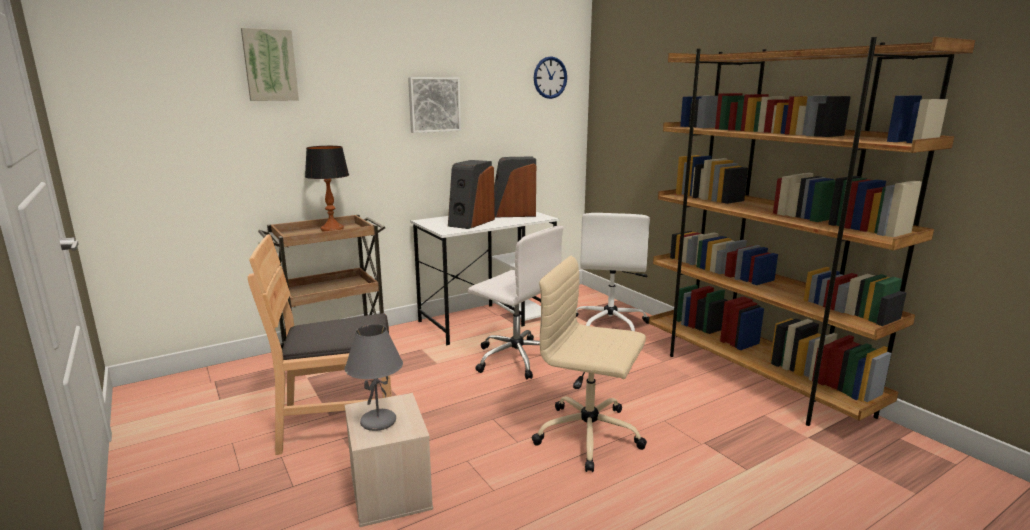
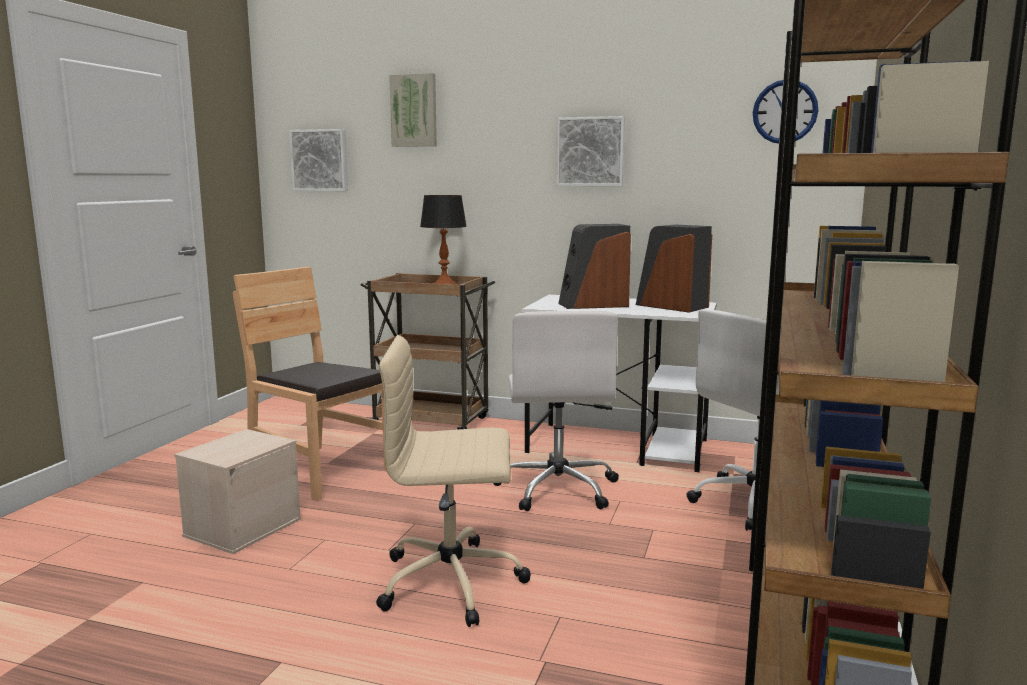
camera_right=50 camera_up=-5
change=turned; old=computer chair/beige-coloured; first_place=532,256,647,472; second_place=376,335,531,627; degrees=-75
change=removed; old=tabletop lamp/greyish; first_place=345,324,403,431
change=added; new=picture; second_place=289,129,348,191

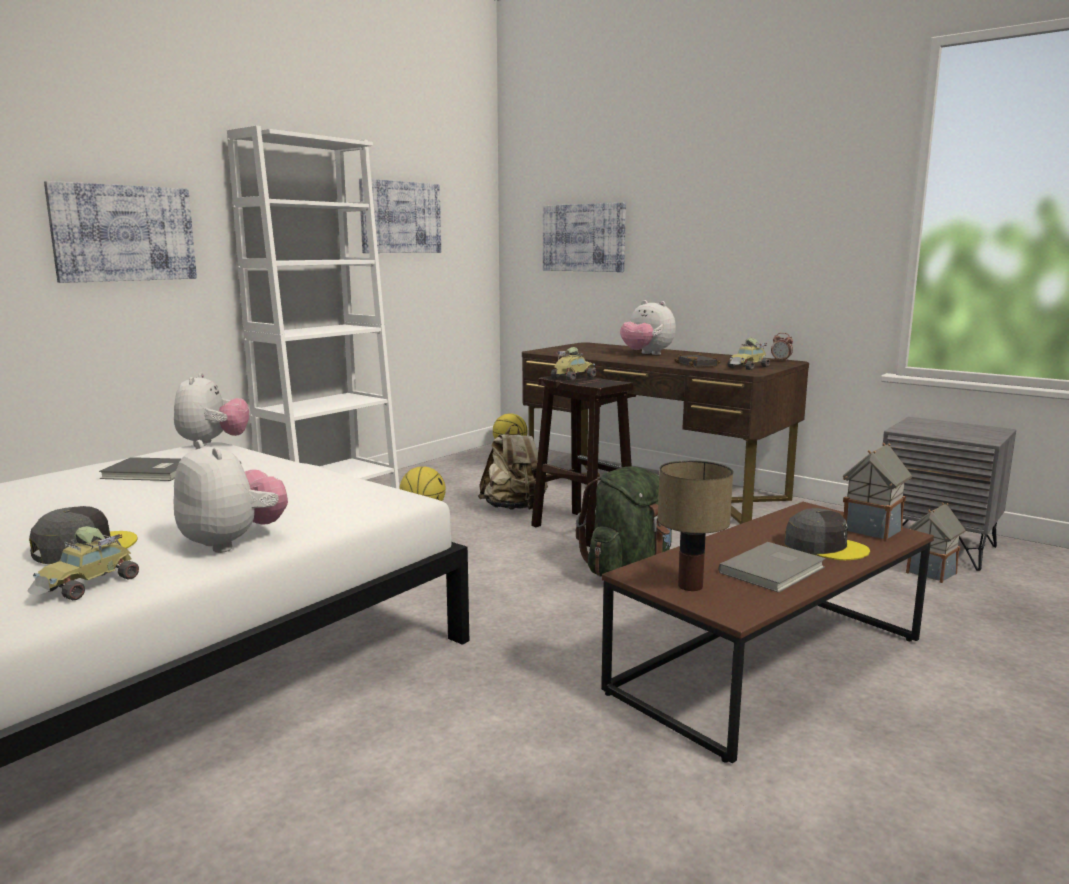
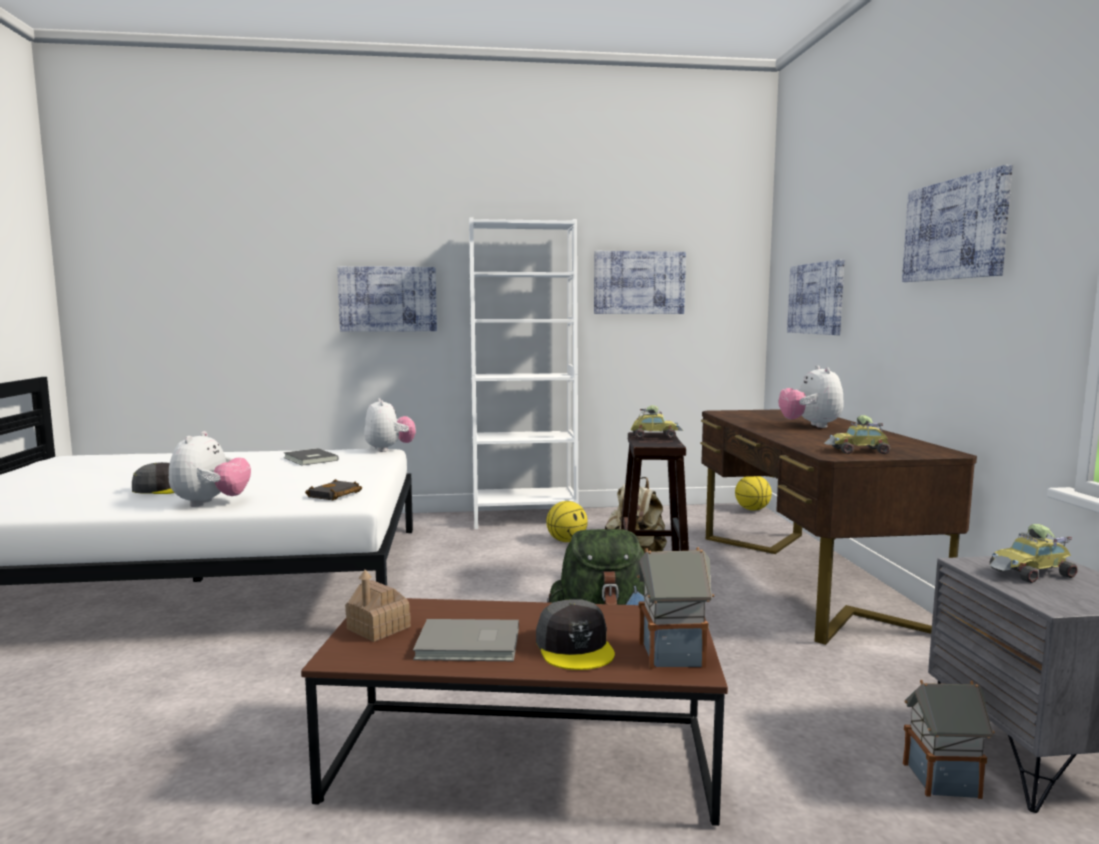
camera_right=45 camera_up=-5
change=removed; old=alarm clock; first_place=771,333,793,362
change=moved; old=bound book/blackish; first_place=674,353,720,368; second_place=305,479,362,501
change=turned; old=soft toy; first_place=174,373,250,446; second_place=364,398,416,452; degrees=-60
change=replaced; old=tabletop lamp; new=miniature house; first_place=658,460,733,591; second_place=345,570,411,642
change=moved; old=model car; first_place=27,526,139,600; second_place=990,524,1078,583
change=added; new=picture; second_place=902,165,1013,282

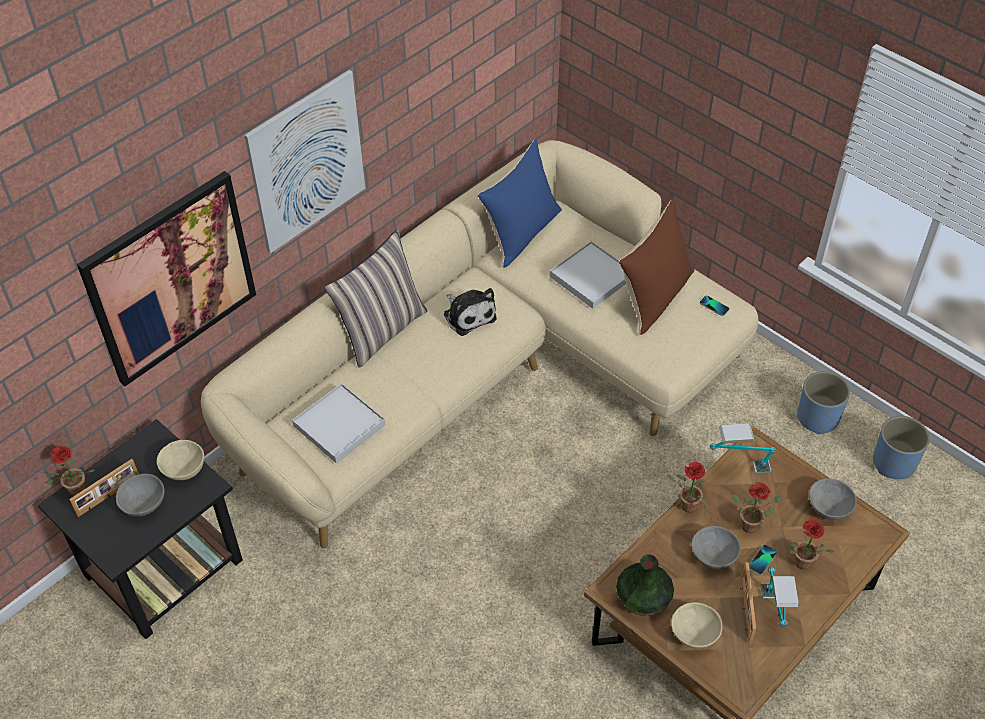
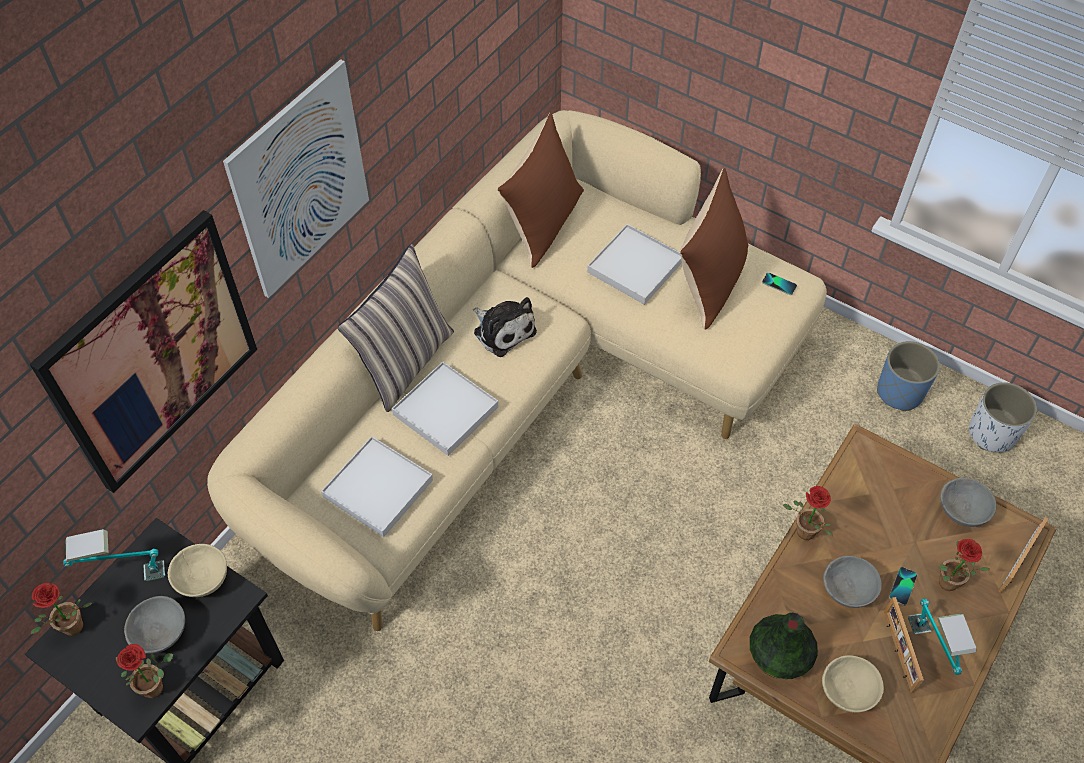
camera_right=-10 camera_up=5
change=recoloured; old=pillow/blue-coloured; new=pillow/brown-coloured; first_place=477,139,562,268; second_place=497,112,584,268
change=recoloured; old=flower pot/blue-coloured; new=flower pot/white; first_place=873,416,930,479; second_place=969,382,1037,452
change=moved; old=tabletop lamp; first_place=710,423,776,474; second_place=63,529,165,581
change=moved; old=picture frame; first_place=69,459,139,517; second_place=998,517,1048,593
change=moved; old=potted plant; first_place=733,482,783,533; second_place=116,644,173,698
change=added; new=carrying tray/white; second_place=392,362,498,456

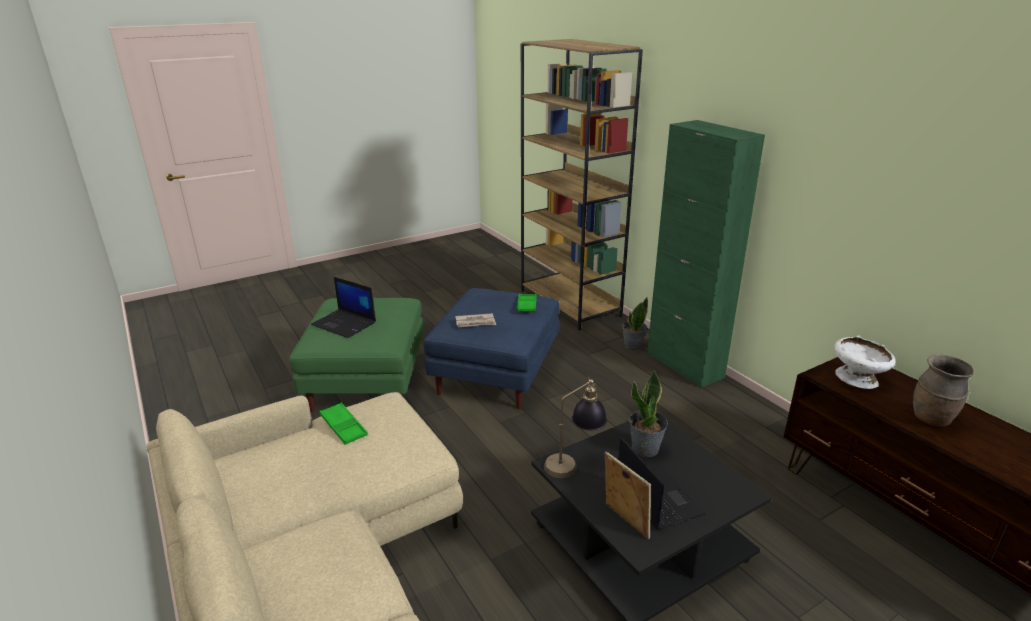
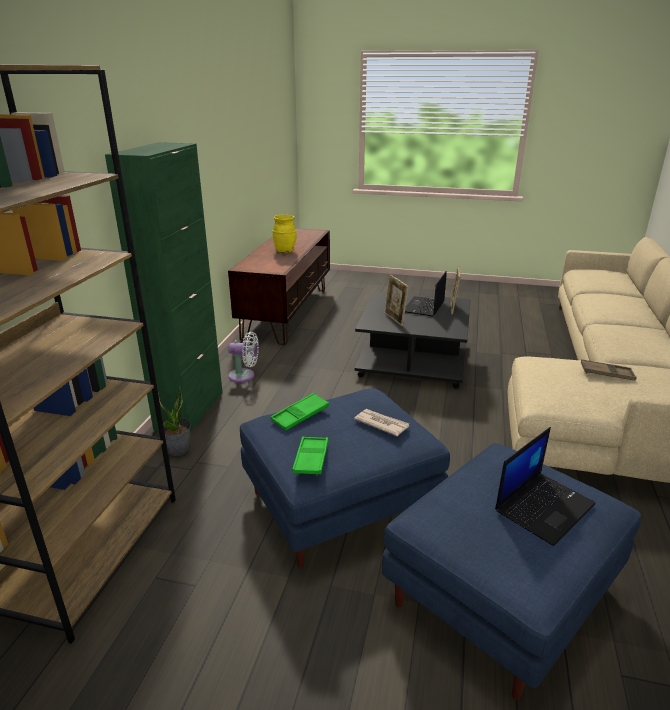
camera_right=-135 camera_up=0
change=turned; old=laptop; first_place=311,277,376,338; second_place=495,427,596,546; degrees=60
change=recoloured; old=footrest/green; new=footrest/blue-coloured; first_place=289,298,423,412; second_place=382,443,641,700
change=removed; old=deep dish/white; first_place=834,336,896,389
change=recoloured; old=decorative vase/brown-coloured; new=decorative vase/yellow; first_place=913,354,974,427; second_place=272,215,297,253
change=replaced; old=potted plant; new=picture frame; first_place=629,371,668,457; second_place=384,274,409,326
change=removed; old=tabletop lamp; first_place=544,377,607,478
change=moved; old=carrying tray/green; first_place=319,403,368,445; second_place=292,436,329,475
change=added; new=cooling fan/white; second_place=228,332,259,383
change=added; new=carrying tray/brown-coloured; second_place=581,359,637,381

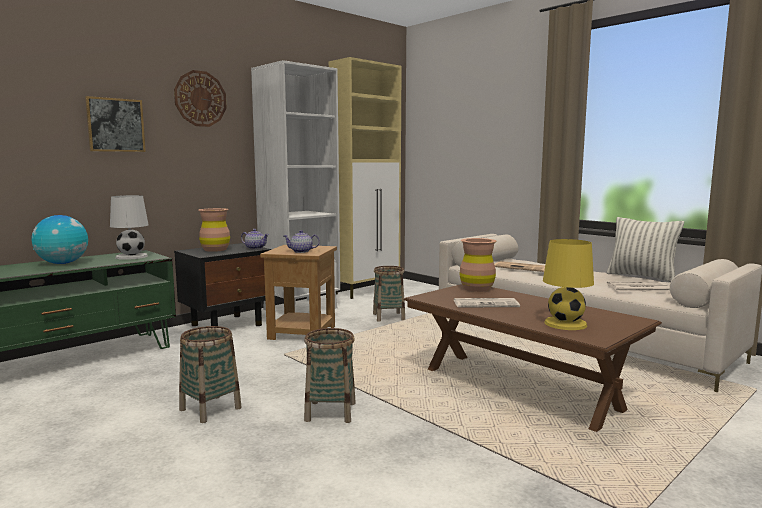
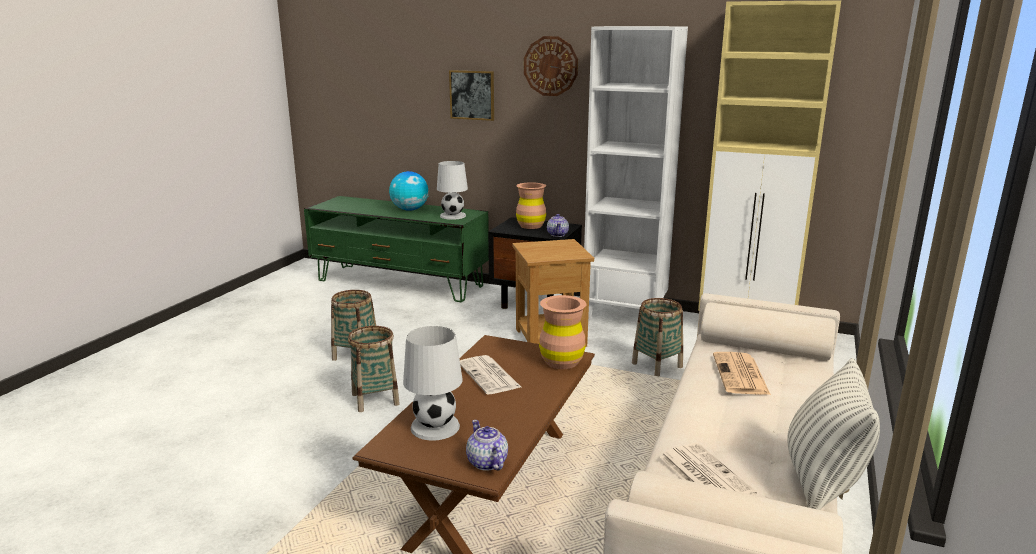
camera_right=65 camera_up=10
change=moved; old=teapot; first_place=283,230,320,253; second_place=466,420,508,471
change=recoloured; old=tabletop lamp/yellow; new=tabletop lamp/white; first_place=543,239,594,330; second_place=403,326,463,441

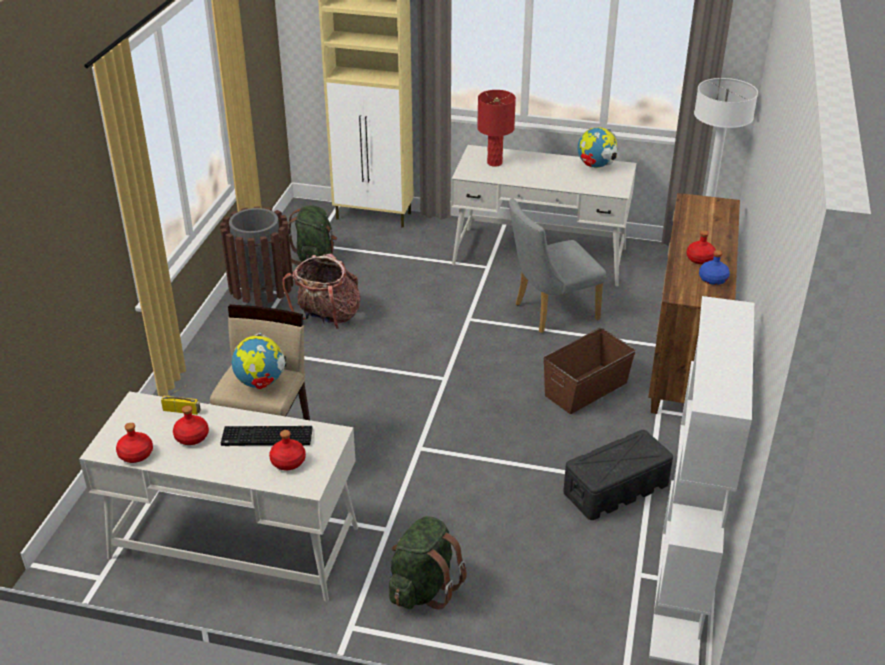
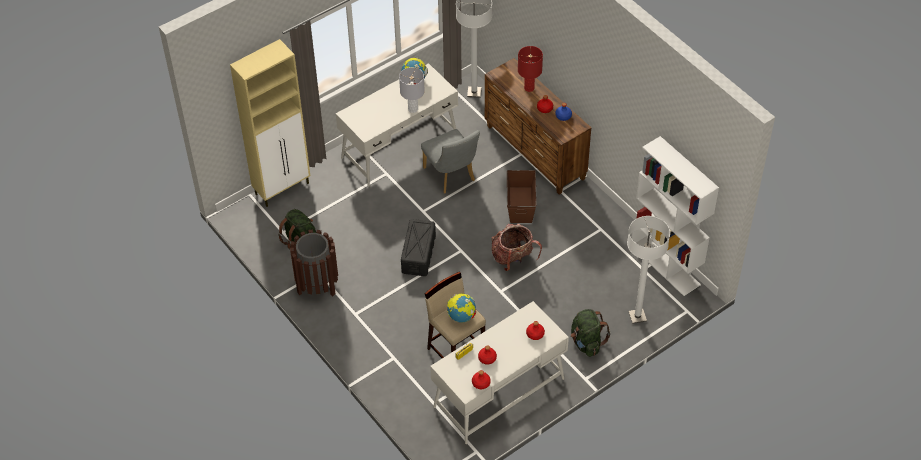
camera_right=-50 camera_up=15
change=moved; old=tabletop lamp/red-coloured; first_place=477,90,516,167; second_place=518,46,543,92
change=turned; old=upright chair/greyish; first_place=509,198,606,333; second_place=421,129,480,193; degrees=-45
change=moved; old=knapsack; first_place=282,254,361,329; second_place=491,224,542,271
change=removed; old=PC keyboard; first_place=221,426,313,446
change=moved; old=storage container/blackish; first_place=563,430,673,520; second_place=401,219,436,276
change=added; new=tabletop lamp/greyish; second_place=399,67,425,113
change=added; new=standing lamp/white; second_place=627,216,670,324

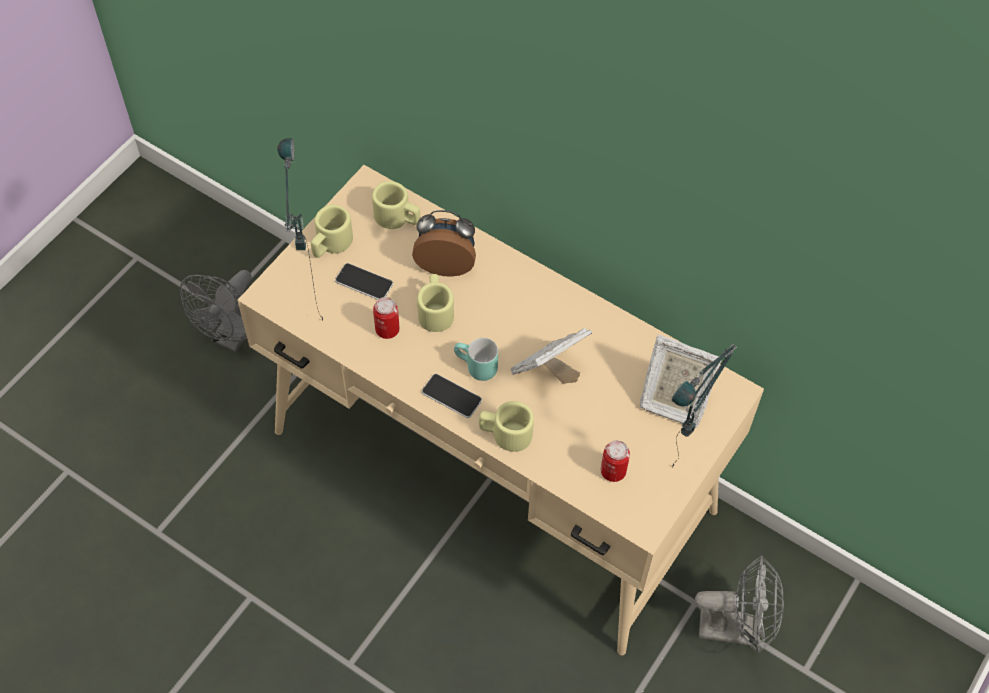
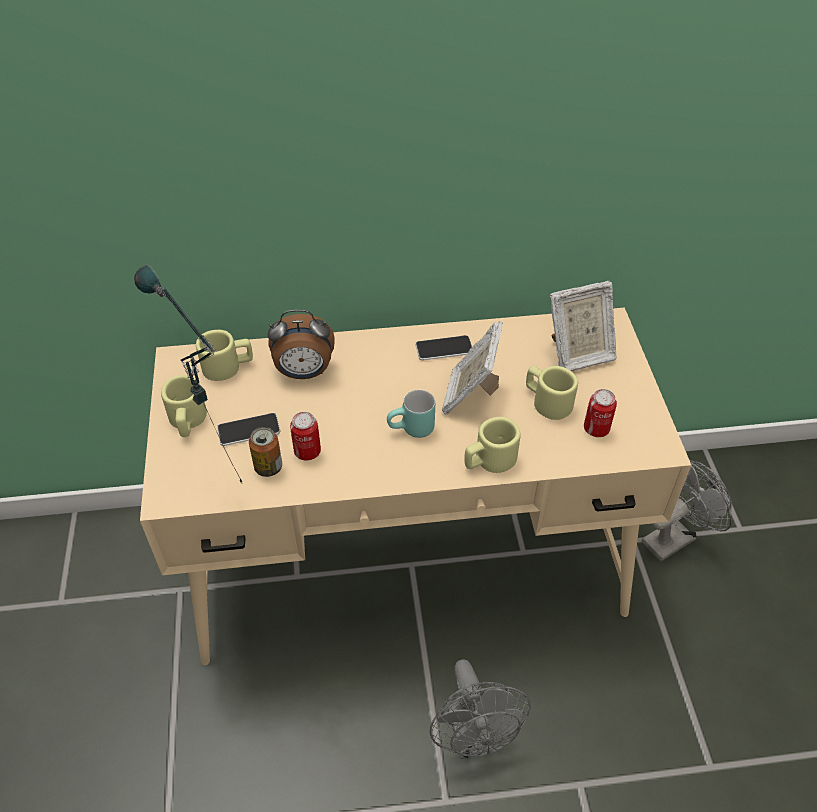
camera_right=-40 camera_up=-10
change=turned; old=alarm clock; first_place=412,210,476,277; second_place=267,310,334,379; degrees=-150
change=moved; old=cooling fan/greyish; first_place=180,270,252,352; second_place=430,659,531,759
change=moved; old=coffee mug/beige-coloured; first_place=417,274,454,332; second_place=526,366,578,420
change=removed; old=tabletop lamp; first_place=672,344,737,467
change=moved; old=phone; first_place=422,374,482,418; second_place=415,335,472,361
change=added; new=can; second_place=249,427,282,477

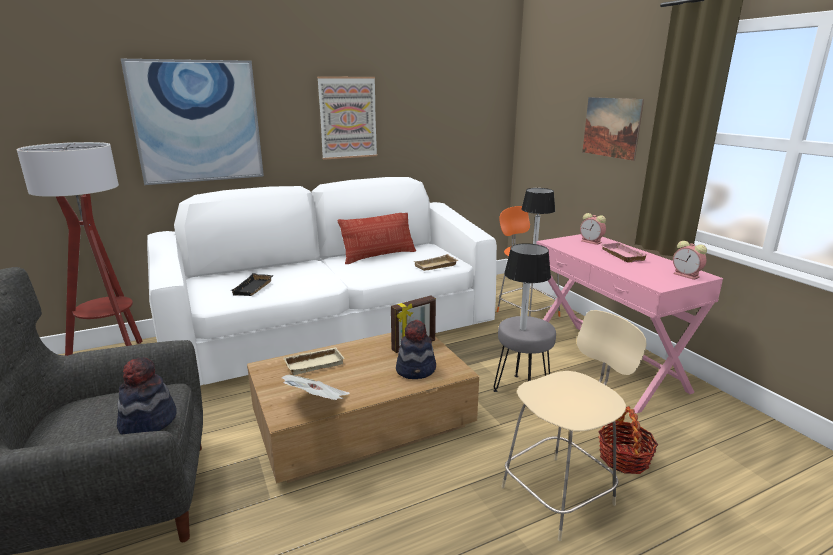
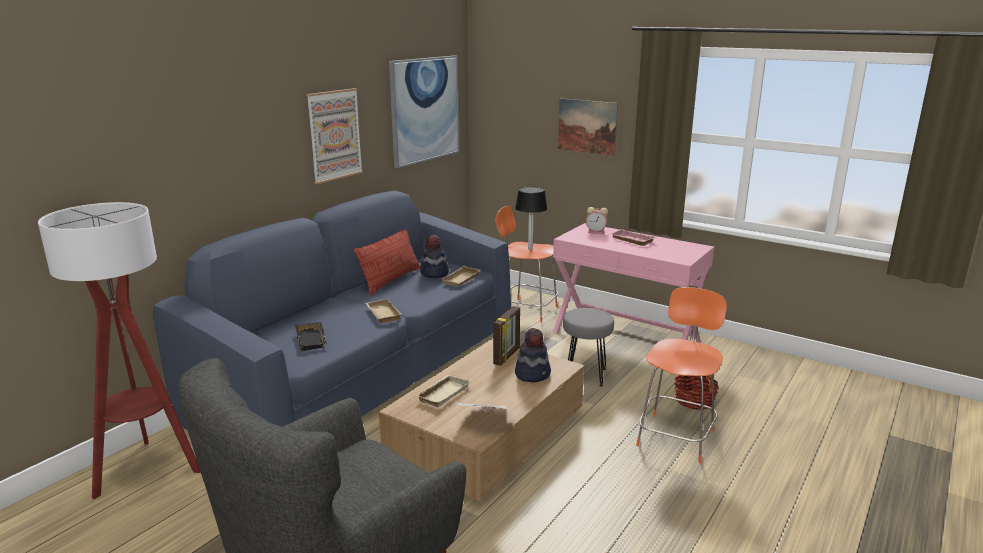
camera_right=-30 camera_up=0
change=moved; old=picture; first_place=121,59,264,185; second_place=389,56,459,168
change=recoloured; old=settee/white; new=settee/blue-coloured; first_place=147,177,497,386; second_place=153,191,511,430
change=removed; old=alarm clock; first_place=673,241,707,280
change=removed; old=tabletop lamp; first_place=504,243,551,331
change=recoloured; old=sitting stool/beige-coloured; new=sitting stool/orange-coloured; first_place=501,310,647,541; second_place=636,287,727,463
change=moved; old=wearable hat; first_place=117,357,177,435; second_place=420,235,449,278
change=added; new=carrying tray/beige-coloured; second_place=365,299,402,323

